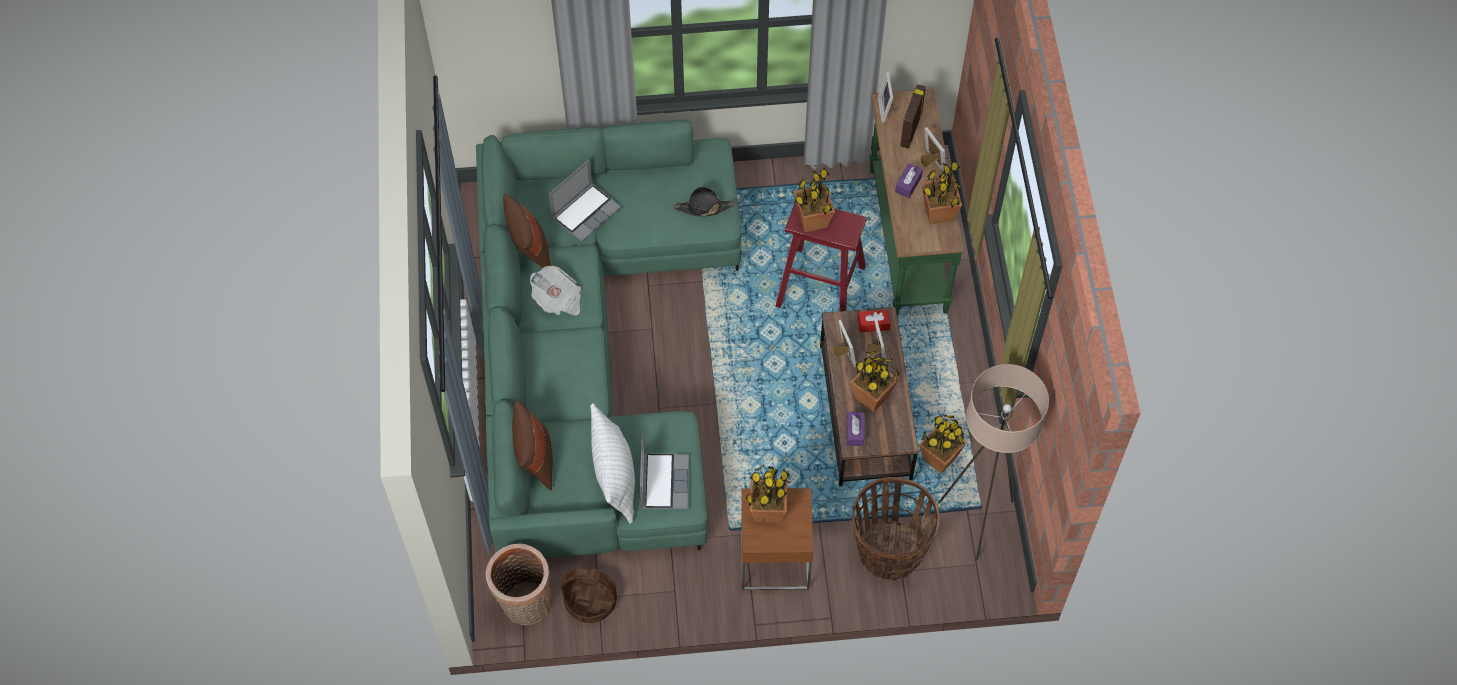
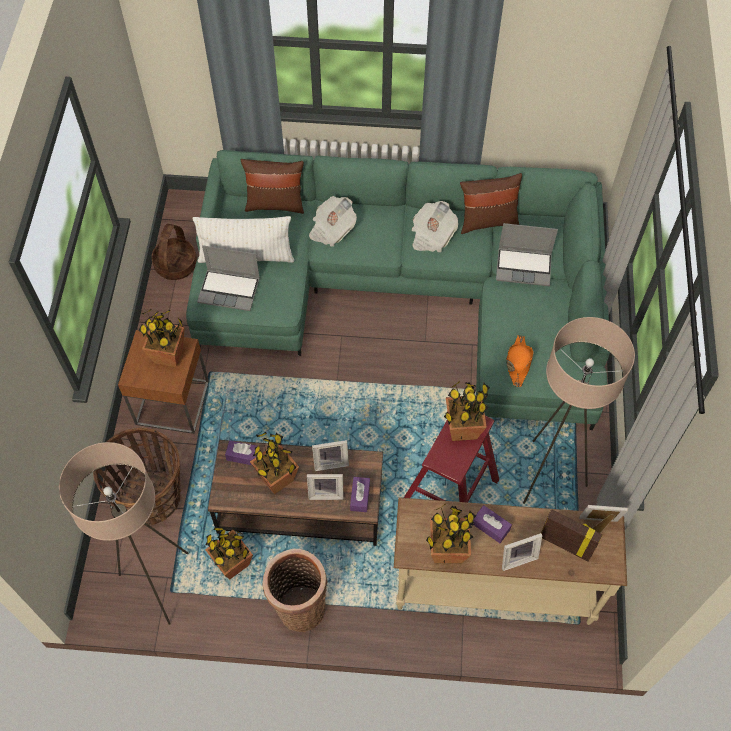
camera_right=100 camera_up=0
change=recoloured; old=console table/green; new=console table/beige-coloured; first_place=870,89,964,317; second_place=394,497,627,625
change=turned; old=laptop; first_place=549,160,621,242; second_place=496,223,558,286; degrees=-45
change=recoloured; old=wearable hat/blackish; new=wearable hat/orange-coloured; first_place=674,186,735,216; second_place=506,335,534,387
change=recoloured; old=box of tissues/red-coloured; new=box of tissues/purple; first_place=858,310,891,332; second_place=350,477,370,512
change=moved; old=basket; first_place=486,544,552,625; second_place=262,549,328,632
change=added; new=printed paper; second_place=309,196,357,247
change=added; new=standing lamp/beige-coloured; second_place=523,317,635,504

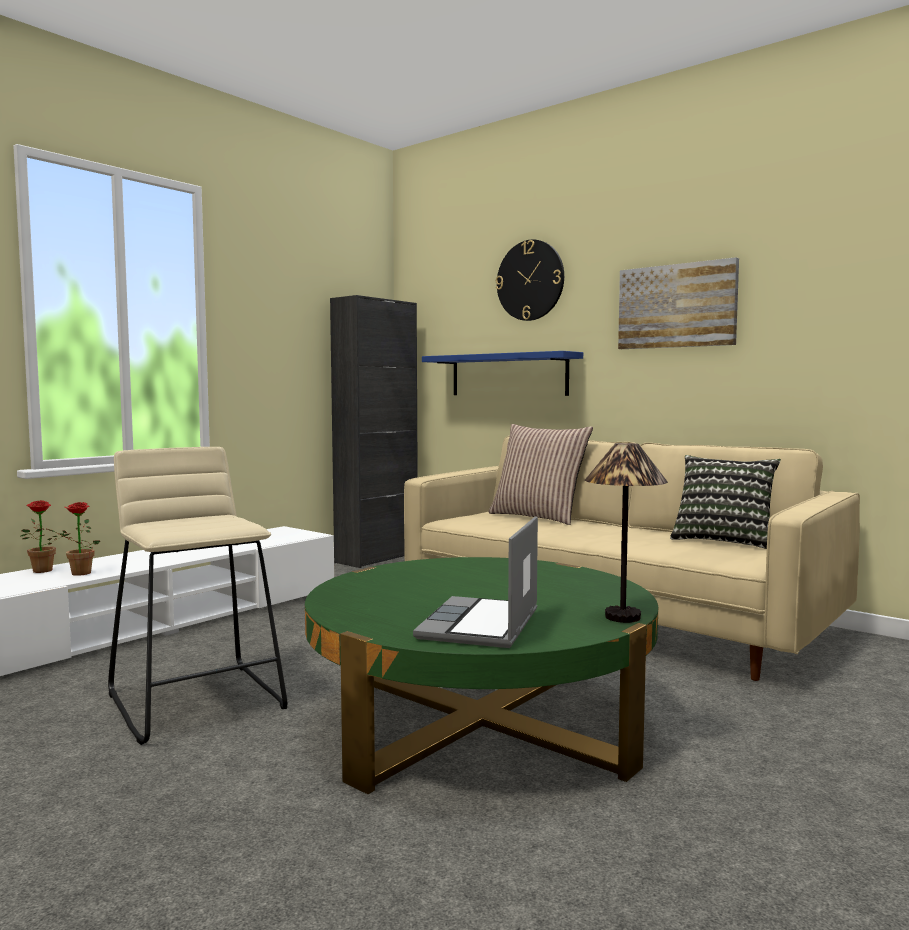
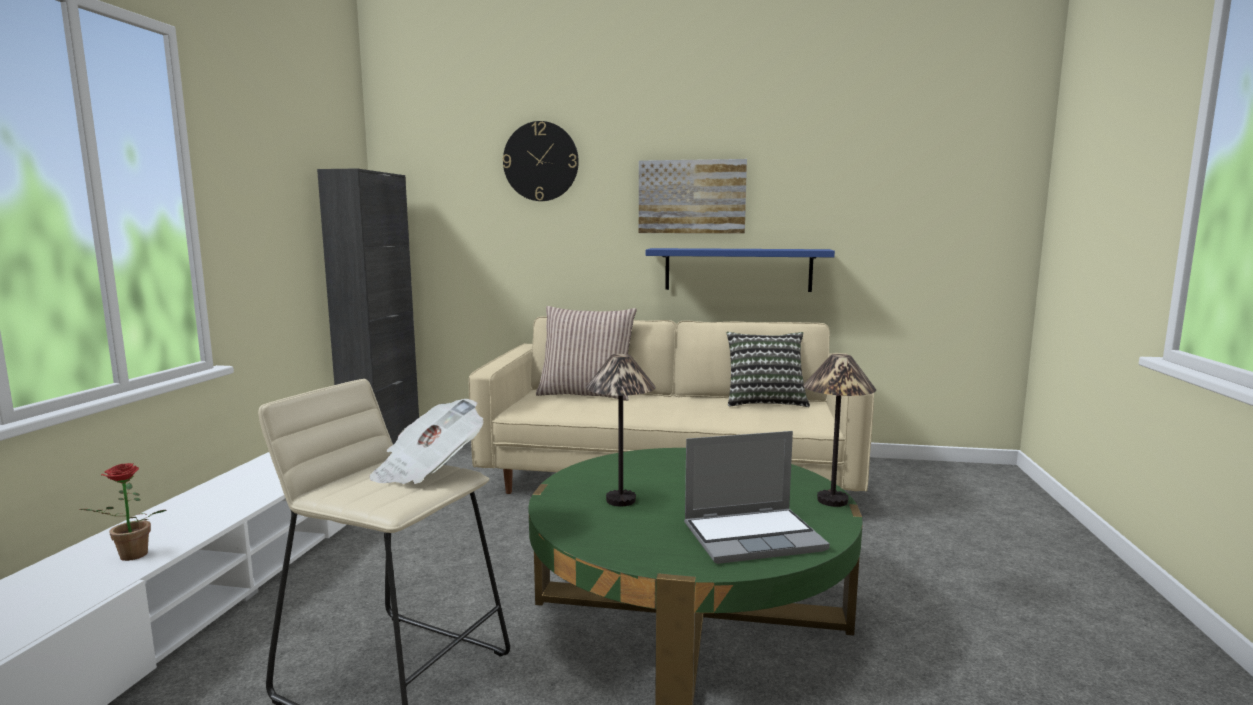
camera_right=-30 camera_up=5
change=moved; old=shelf/blue-coloured; first_place=422,351,583,396; second_place=646,248,835,292
change=removed; old=potted plant; first_place=21,500,71,573
change=turned; old=laptop; first_place=413,516,538,648; second_place=684,431,830,564; degrees=-90
change=added; new=tabletop lamp; second_place=586,354,656,506
change=added; new=printed paper; second_place=369,399,483,484

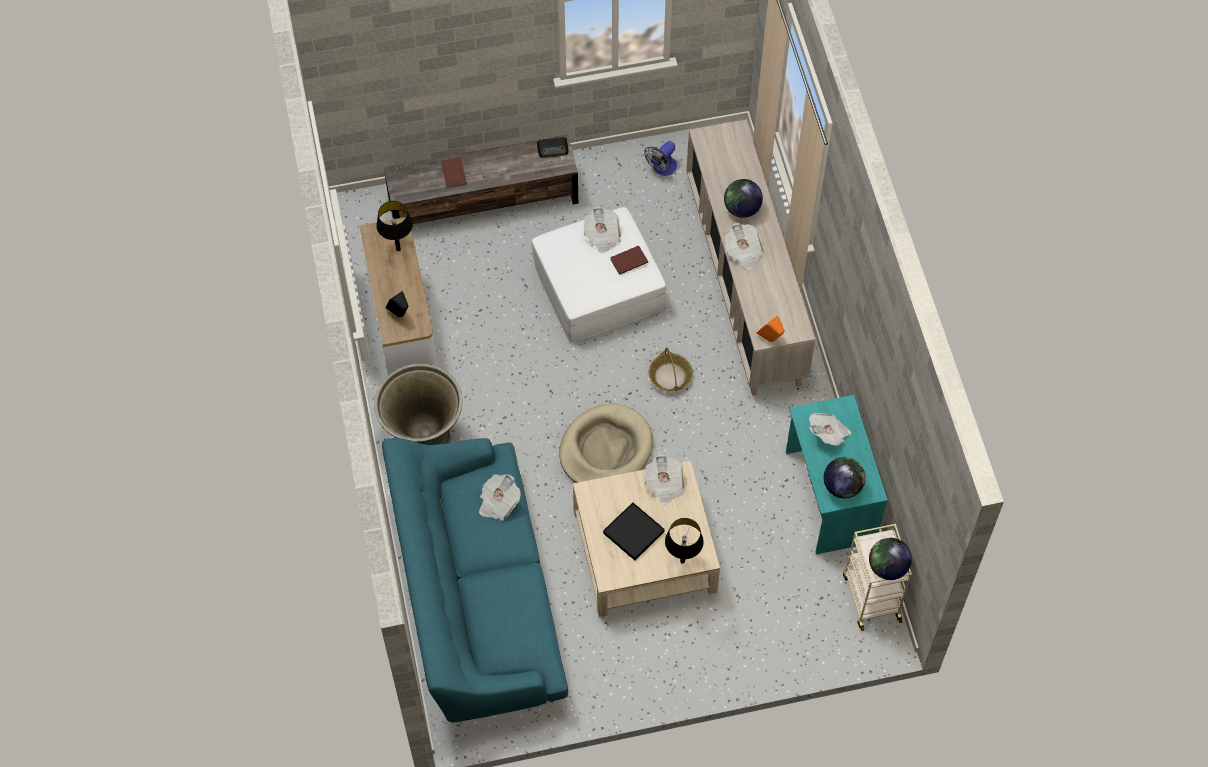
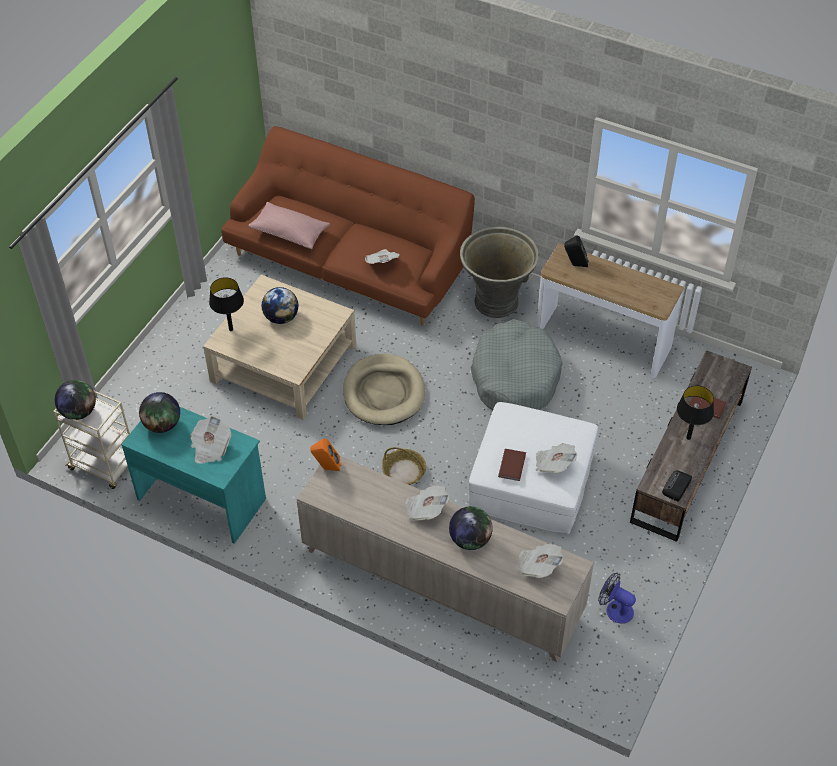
camera_right=130 camera_up=-10
change=turned; old=cooling fan; first_place=644,141,677,176; second_place=598,573,636,624; degrees=-45
change=moved; old=tabletop lamp/blackish; first_place=376,201,413,251; second_place=677,386,714,440
change=recoloured; old=settee/turquoise-coloured; new=settee/brown-coloured; first_place=382,438,568,722; second_place=221,126,475,326
change=moved; old=printed paper; first_place=645,454,685,505; second_place=518,543,563,578
change=replaced; old=carrying tray/blackish; new=globe; first_place=603,502,665,560; second_place=261,287,299,324
change=added; new=pillow/pink-coloured; second_place=248,202,330,250
change=added; new=dog bed/greyish; second_place=471,319,562,410

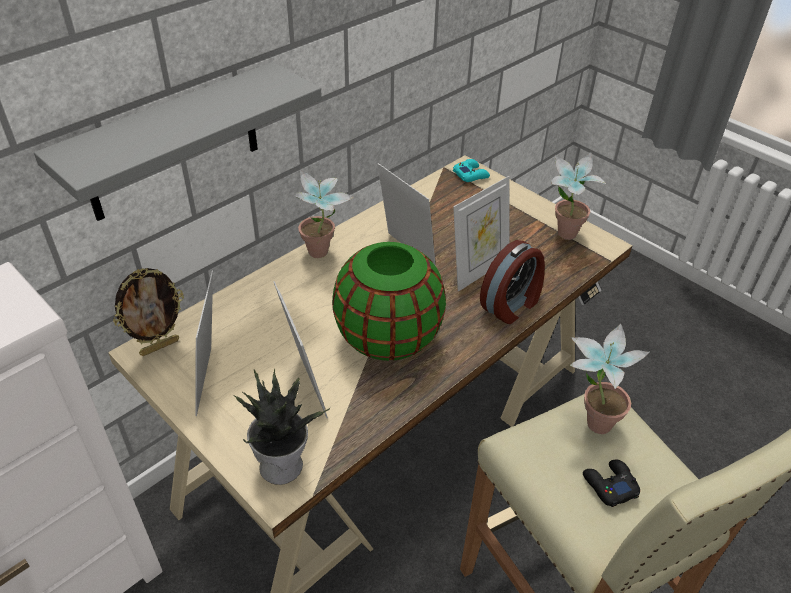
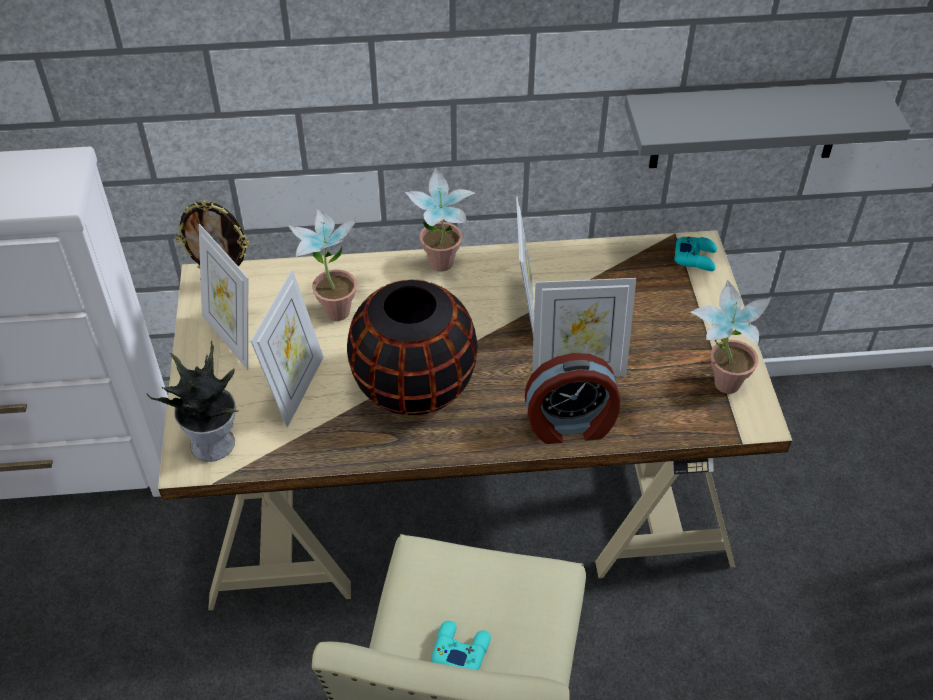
camera_right=40 camera_up=5
change=moved; old=shelf/greyish; first_place=34,62,322,221; second_place=625,81,911,168
change=recoloured; old=decorative vase/green; new=decorative vase/blackish; first_place=332,242,446,361; second_place=347,280,477,415
change=turned; old=picture frame; first_place=195,270,213,416; second_place=199,224,248,370; degrees=-75
change=moved; old=potted plant; first_place=569,323,649,434; second_place=288,210,358,321
change=recoloured; old=joypad/blackish; new=joypad/turquoise-coloured; first_place=583,460,640,507; second_place=432,621,491,670

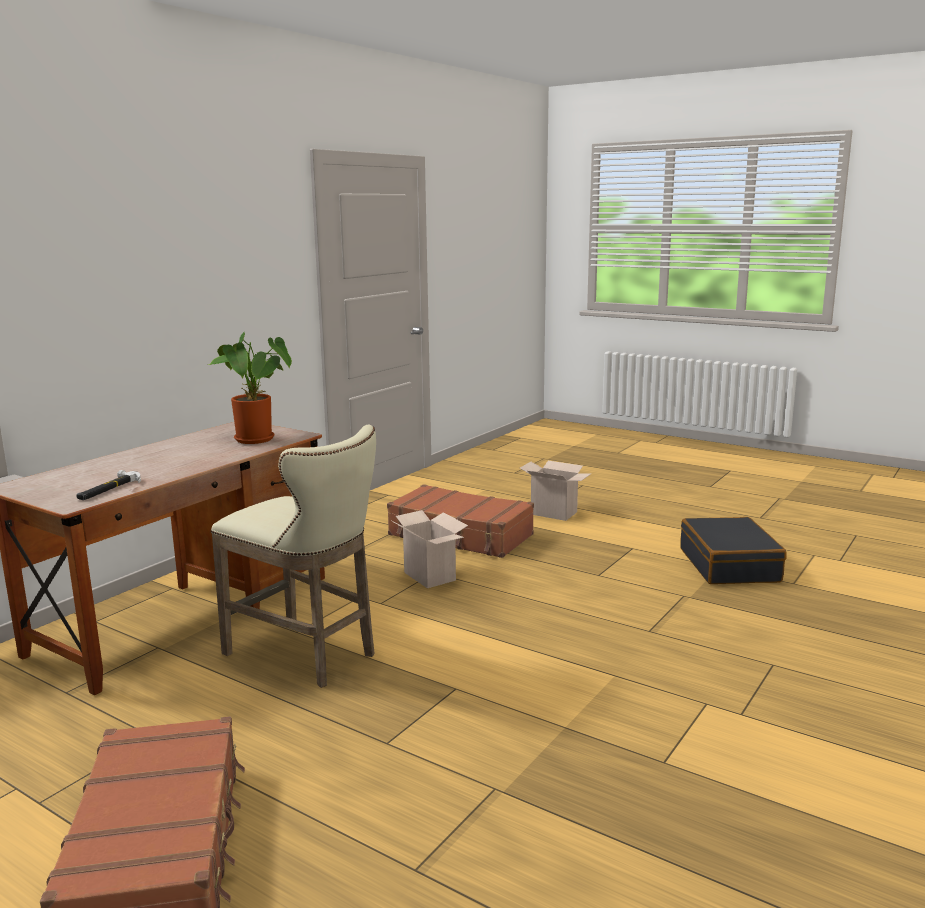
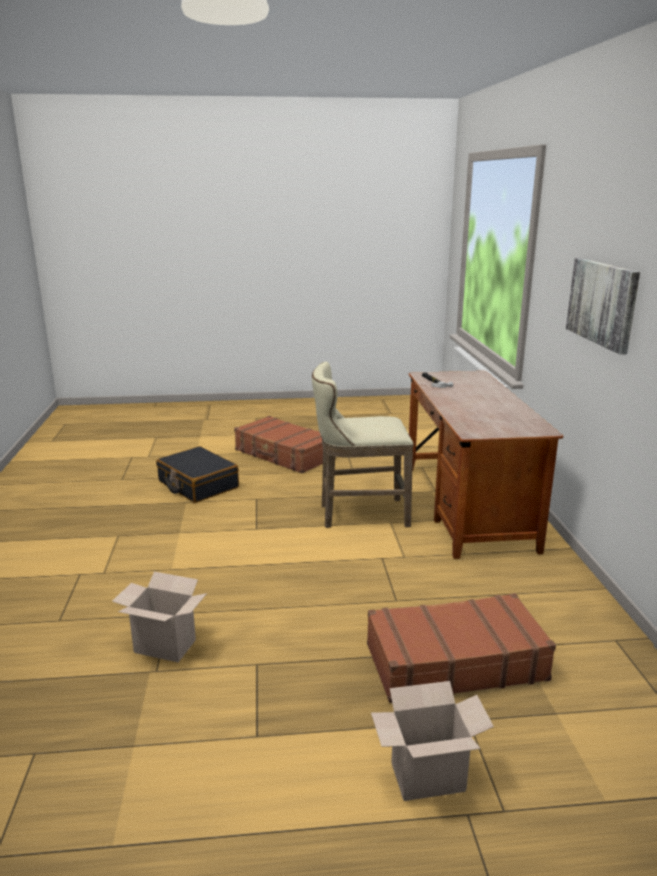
camera_right=140 camera_up=5
change=removed; old=potted plant; first_place=208,332,292,444
change=moved; old=carton; first_place=392,510,468,588; second_place=112,572,207,662
change=moved; old=piece of luggage/blackish; first_place=680,517,787,584; second_place=156,446,239,503
change=added; new=picture; second_place=566,258,640,355

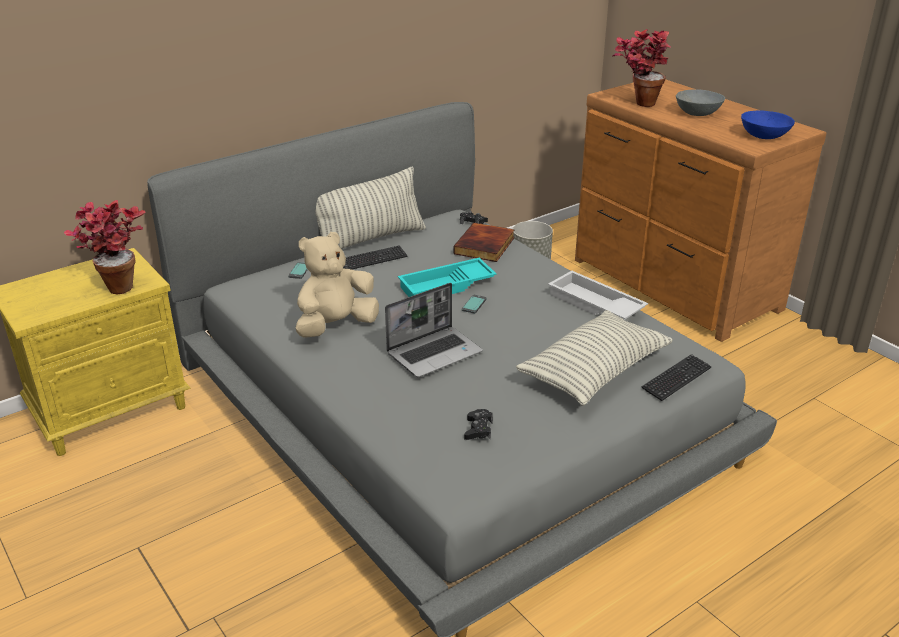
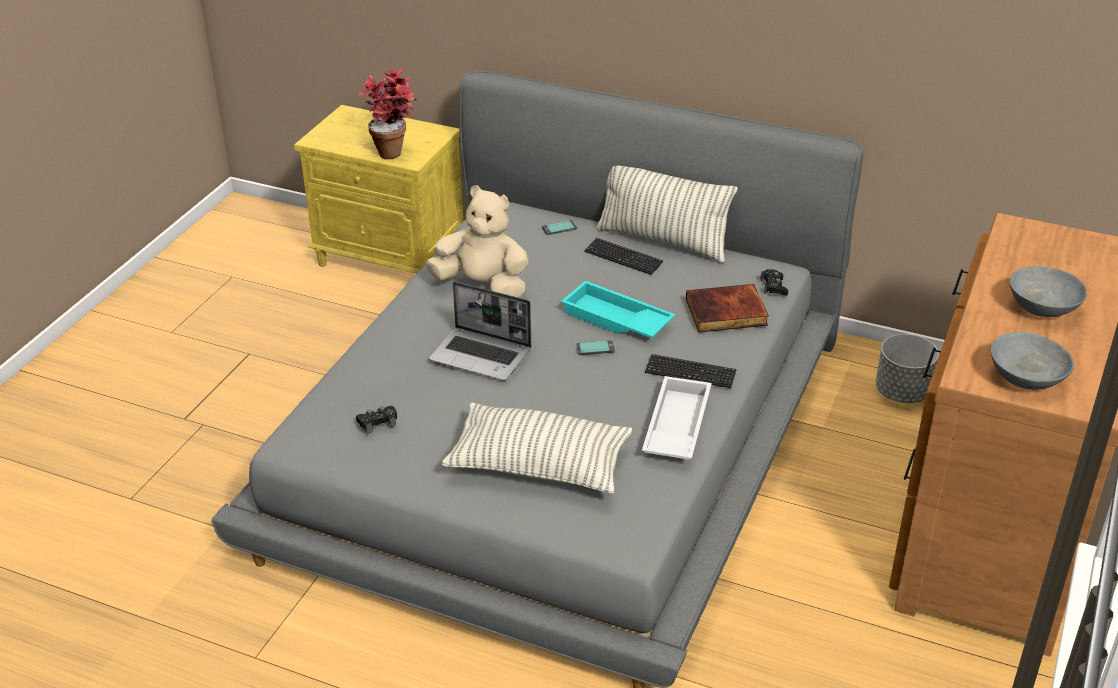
camera_right=60 camera_up=5
change=removed; old=potted plant; first_place=612,29,671,107
change=recoloured; old=deep dish/blue-coloured; new=deep dish/greyish; first_place=741,110,795,139; second_place=991,332,1074,390
change=moved; old=PC keyboard; first_place=641,354,711,401; second_place=645,354,737,388

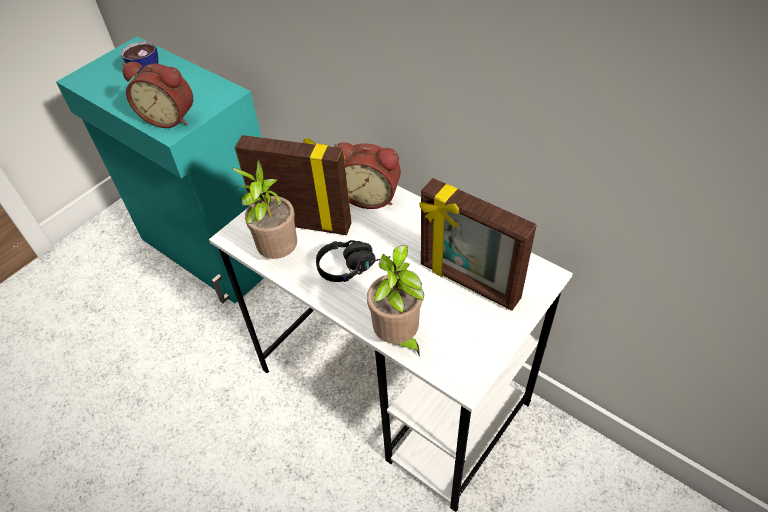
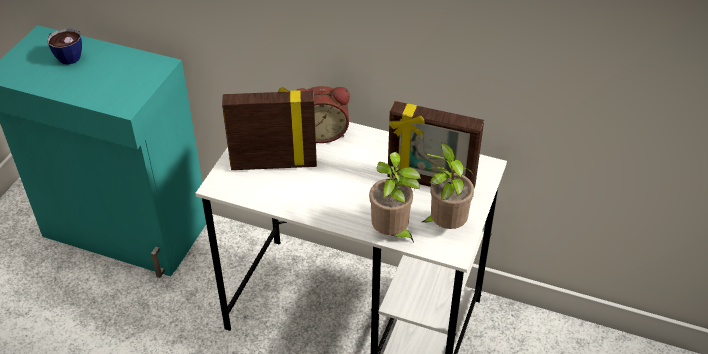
camera_right=-20 camera_up=-5
change=removed; old=alarm clock; first_place=122,62,193,128
change=moved; old=potted plant; first_place=232,158,297,259; second_place=422,142,474,229
change=removed; old=headset/blackish; first_place=316,240,391,282

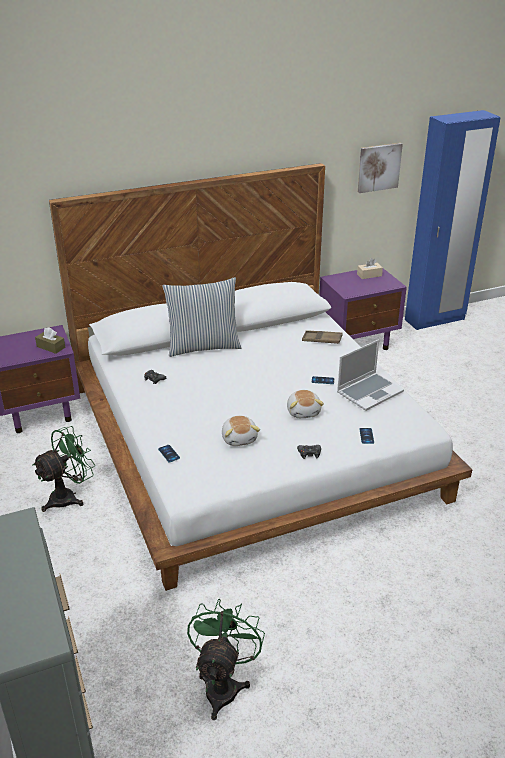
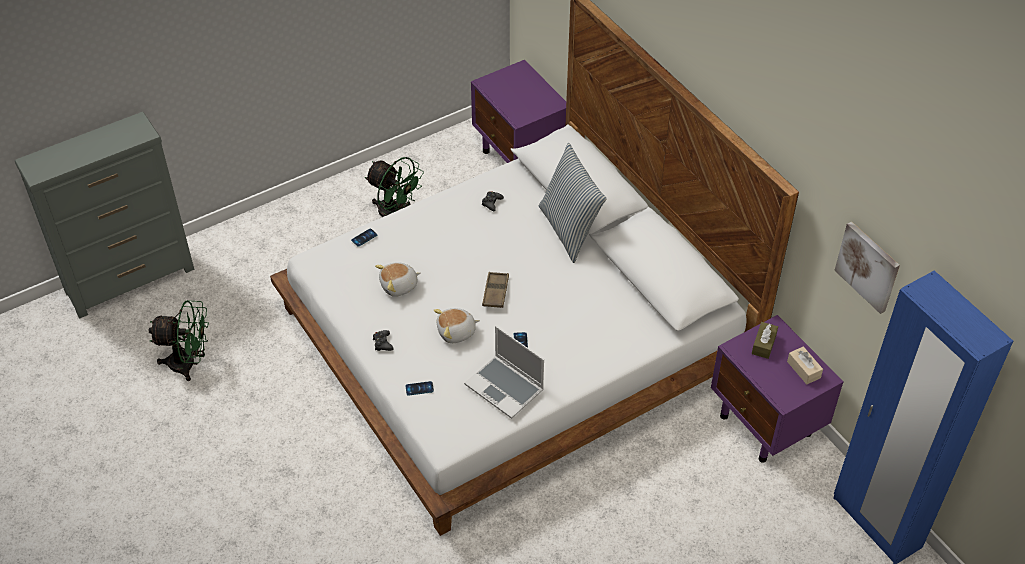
camera_right=80 camera_up=15
change=moved; old=box of tissues/brown-coloured; first_place=35,327,65,354; second_place=752,322,778,359
change=moved; old=carrying tray/brown-coloured; first_place=302,330,343,344; second_place=482,272,509,308

